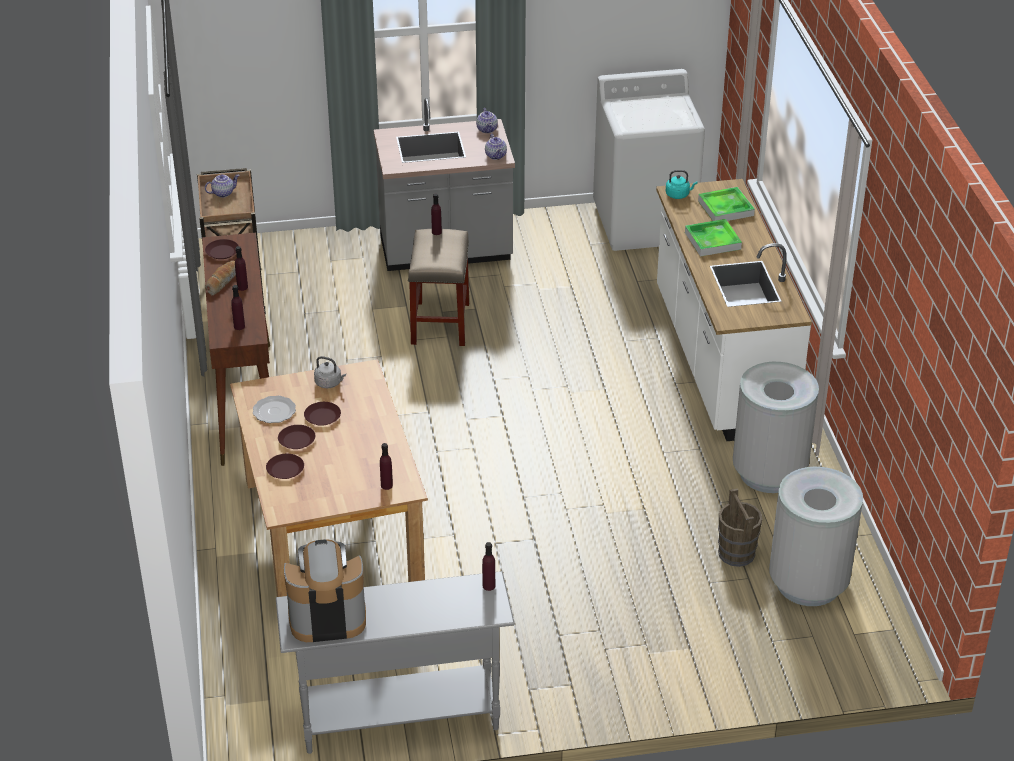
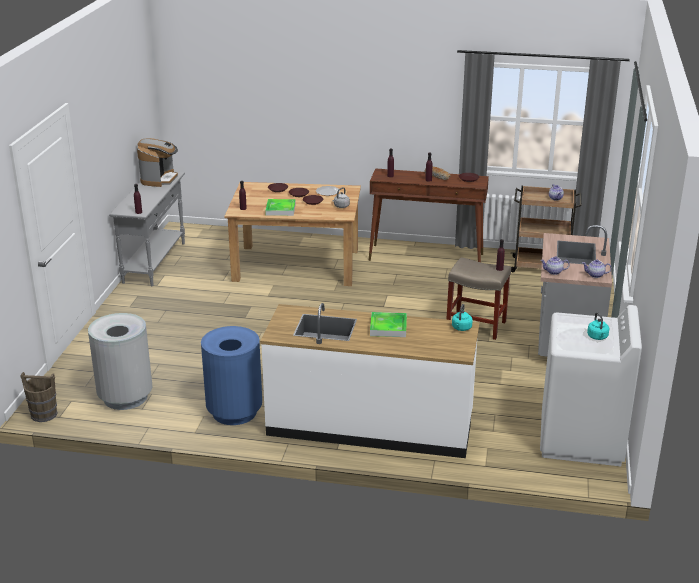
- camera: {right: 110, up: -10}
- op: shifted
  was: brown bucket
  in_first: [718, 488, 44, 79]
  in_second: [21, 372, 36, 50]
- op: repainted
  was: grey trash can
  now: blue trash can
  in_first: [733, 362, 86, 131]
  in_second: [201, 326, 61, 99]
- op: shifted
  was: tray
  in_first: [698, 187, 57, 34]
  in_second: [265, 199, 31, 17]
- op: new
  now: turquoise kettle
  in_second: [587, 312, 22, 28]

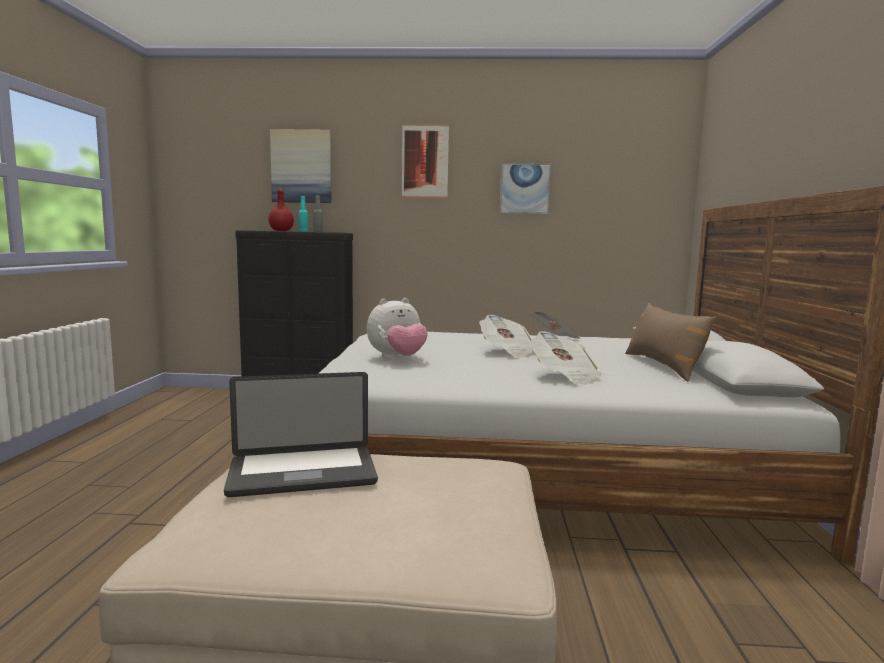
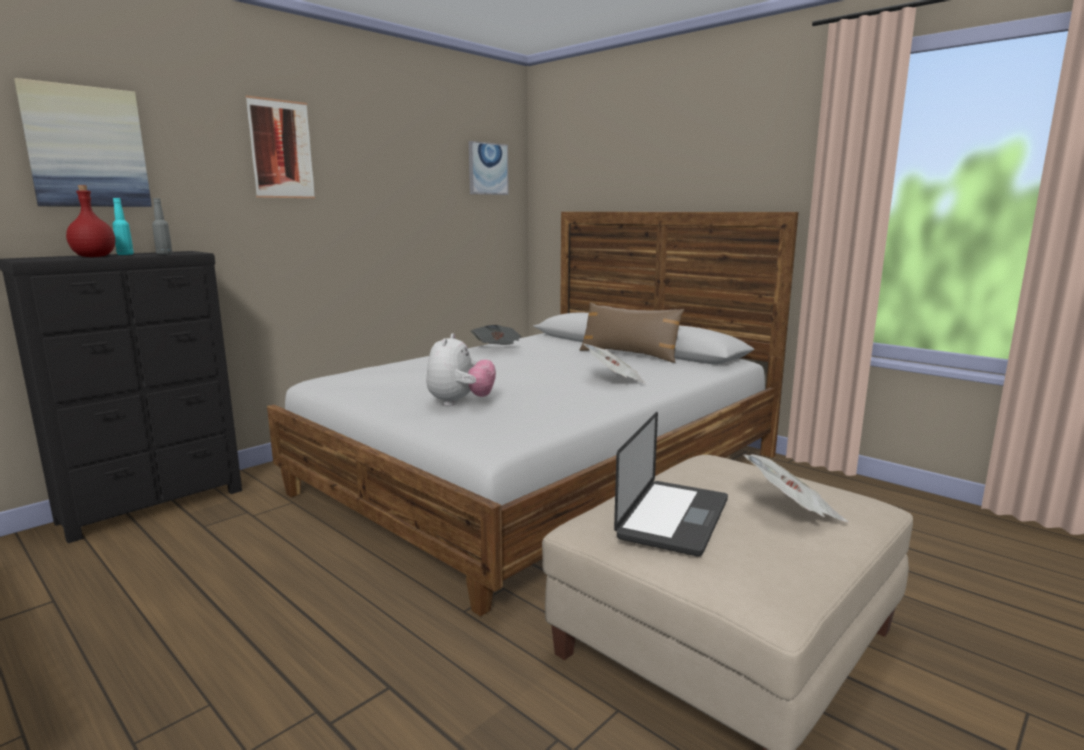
- camera: {right: -50, up: 5}
- op: shifted
  was: picture
  in_first: [500, 163, 51, 51]
  in_second: [469, 141, 40, 54]
- op: shifted
  was: newspaper
  in_first: [479, 315, 55, 43]
  in_second: [743, 454, 106, 69]

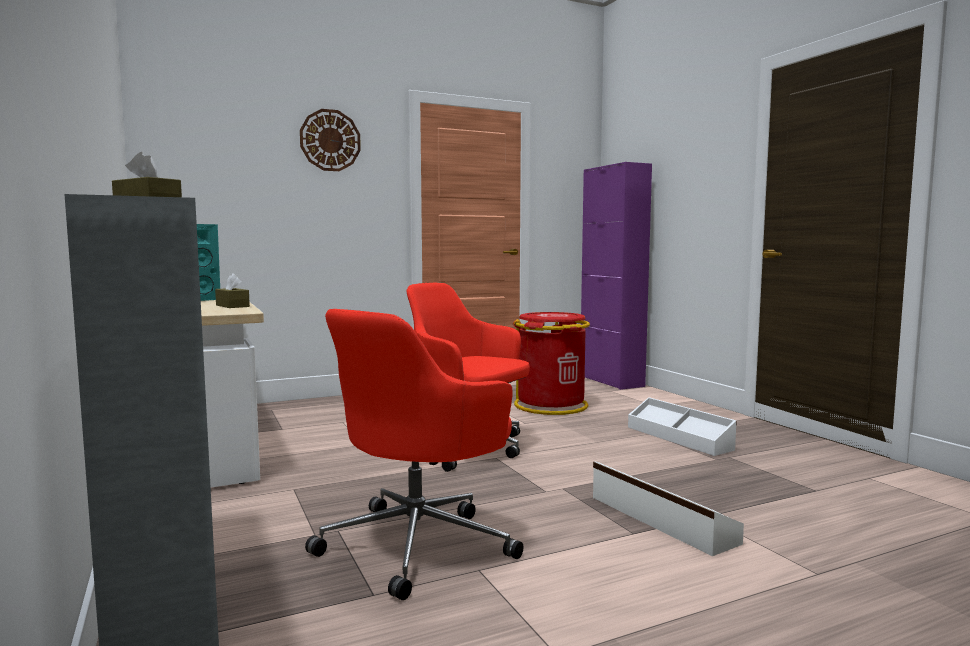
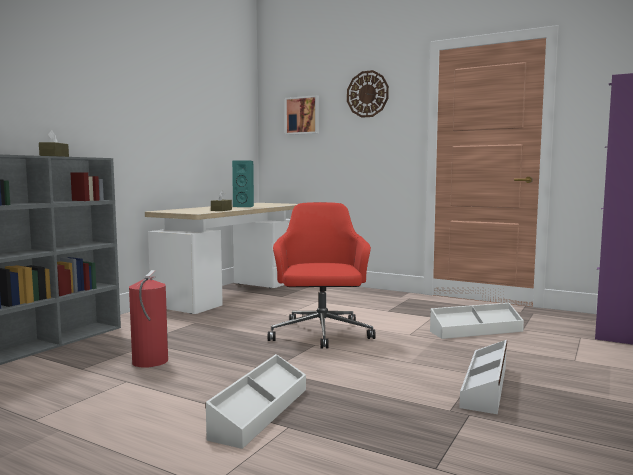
- camera: {right: 55, up: 0}
- op: swapped
  was: red office chair
  now: fire extinguisher
  in_first: [305, 309, 219, 291]
  in_second: [129, 270, 39, 98]
- op: new
  now: picture
  in_second: [285, 95, 34, 40]
- op: swapped
  was: red trash can
  now: white storage box
  in_first: [513, 312, 77, 103]
  in_second: [430, 303, 94, 36]

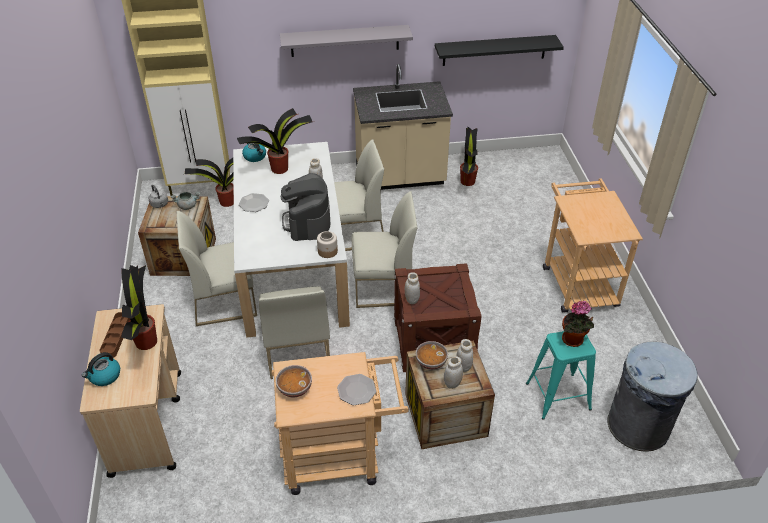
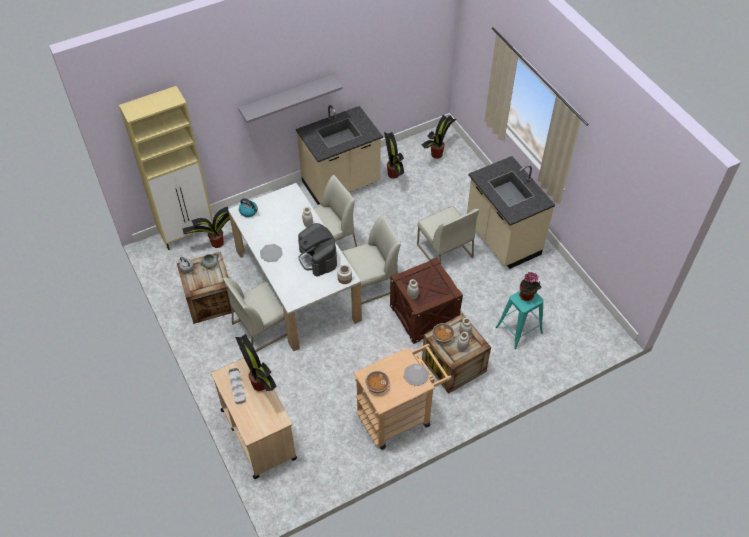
- camera: {right: -20, up: 10}
- op: repainted
  was: brown tray
  now: grey tray
  in_first: [99, 312, 31, 46]
  in_second: [228, 368, 18, 36]
- op: shifted
  was: white chair
  in_first: [259, 286, 71, 93]
  in_second: [417, 206, 62, 56]
- op: shifted
  was: potted plant
  in_first: [237, 108, 78, 66]
  in_second: [422, 114, 34, 45]
- op: swapped
  was: beige cart
  now: beige counter
  in_first: [543, 178, 100, 134]
  in_second: [467, 156, 88, 113]
- op: gone
  was: kettle
  in_first: [82, 352, 38, 34]
- op: gone
  was: black shelf
  in_first: [435, 35, 129, 31]
- op: gone
  was: grey trash can
  in_first: [607, 342, 91, 109]

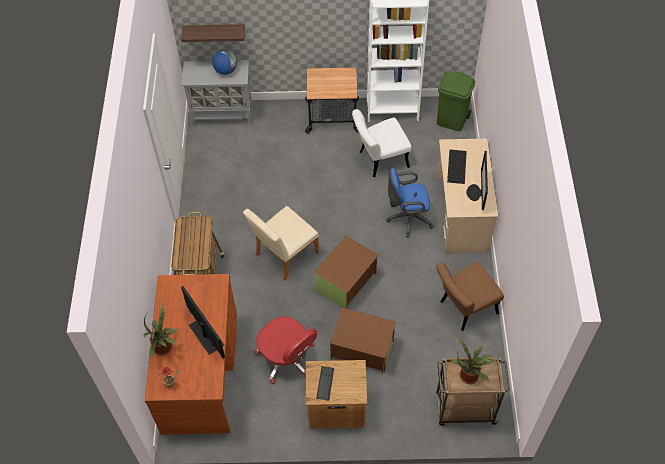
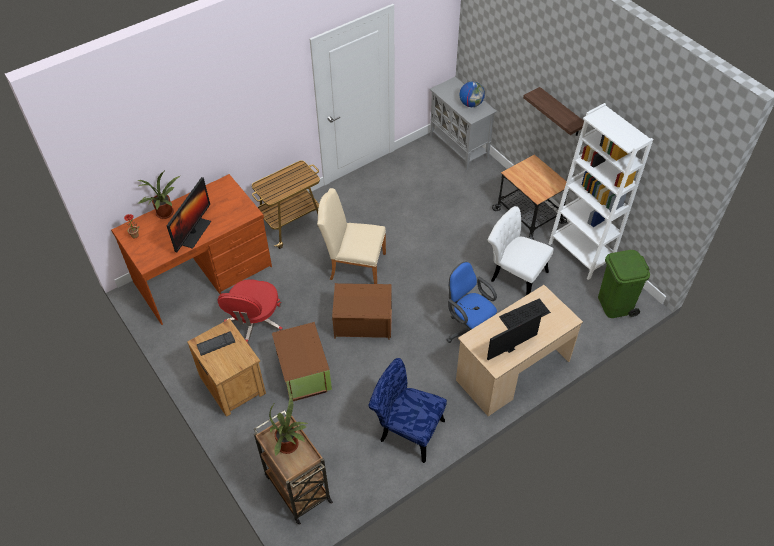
- camera: {right: 55, up: -5}
- op: repainted
  was: brown chair
  now: blue chair
  in_first: [436, 262, 68, 69]
  in_second: [369, 358, 78, 105]
- op: shifted
  was: shelf
  in_first: [181, 24, 64, 18]
  in_second: [523, 87, 61, 49]

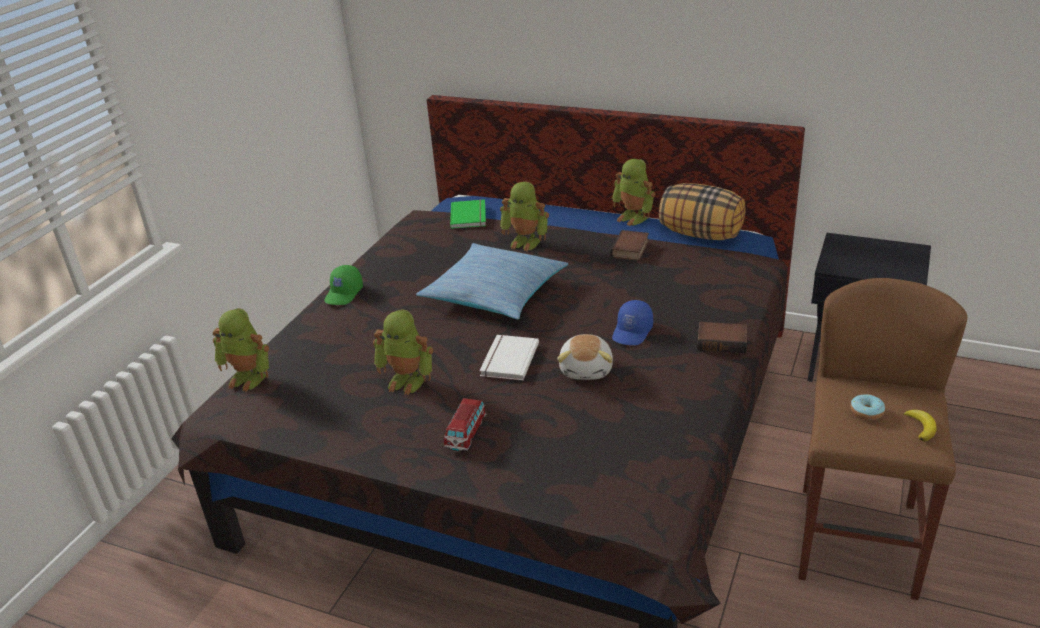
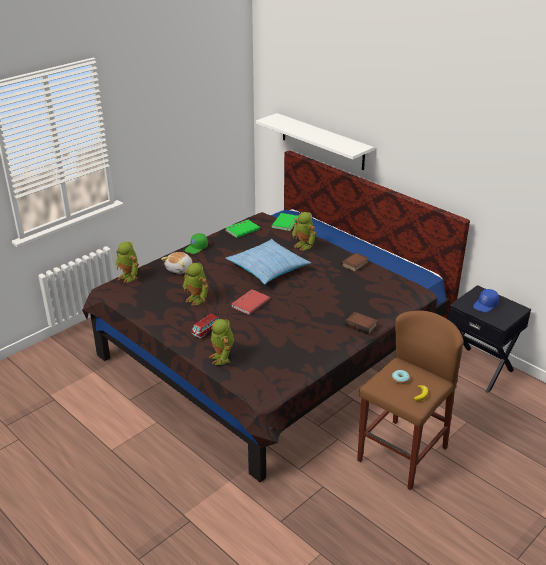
- camera: {right: 20, up: 0}
- op: shifted
  was: plush toy
  in_first: [557, 334, 56, 46]
  in_second: [161, 252, 31, 22]
- op: shifted
  was: toy robot
  in_first: [612, 159, 44, 67]
  in_second: [209, 319, 25, 46]
- op: new
  now: green book
  in_second: [225, 220, 35, 18]
- op: repainted
  was: white book
  now: red book
  in_first: [479, 335, 60, 46]
  in_second: [231, 289, 39, 26]
- op: new
  now: white shelf
  in_second: [256, 113, 118, 57]
- op: shifted
  was: blue cap
  in_first: [612, 300, 41, 45]
  in_second: [473, 289, 26, 23]
- op: gone
  was: pillow
  in_first: [659, 183, 86, 57]

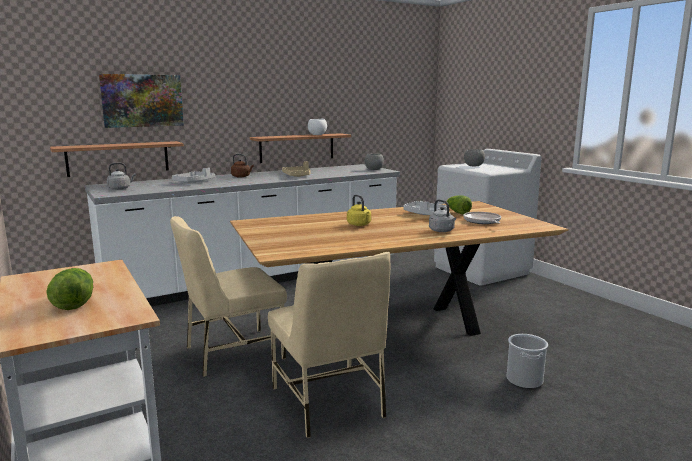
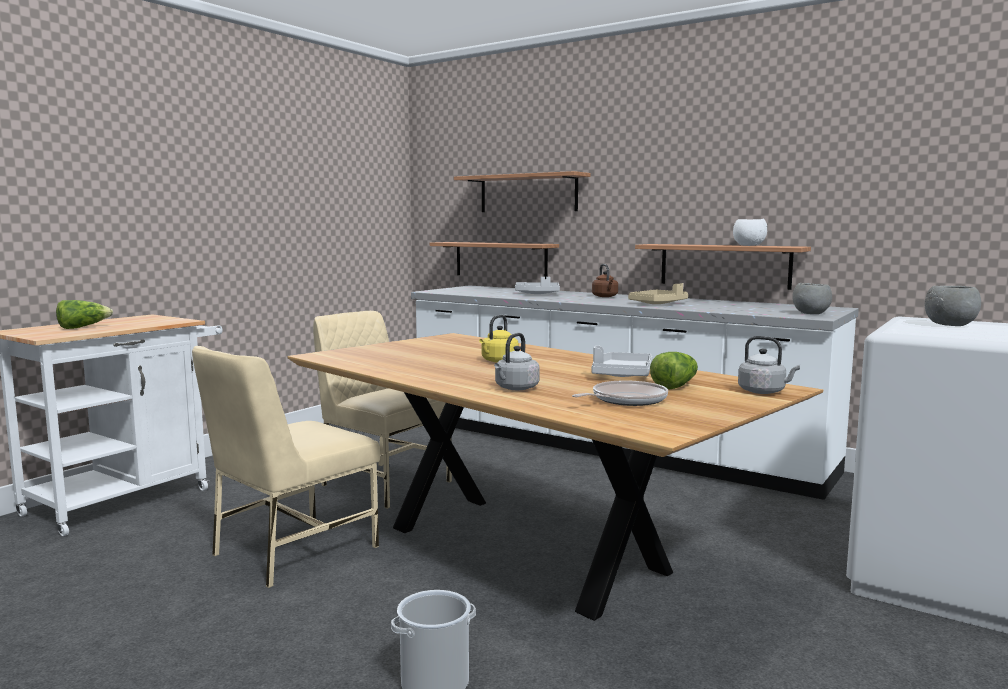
- camera: {right: 65, up: -5}
- op: swapped
  was: picture
  now: shelf
  in_first: [99, 74, 85, 54]
  in_second: [454, 171, 137, 41]
- op: shifted
  was: grey kettle
  in_first: [107, 163, 29, 27]
  in_second: [738, 336, 62, 58]

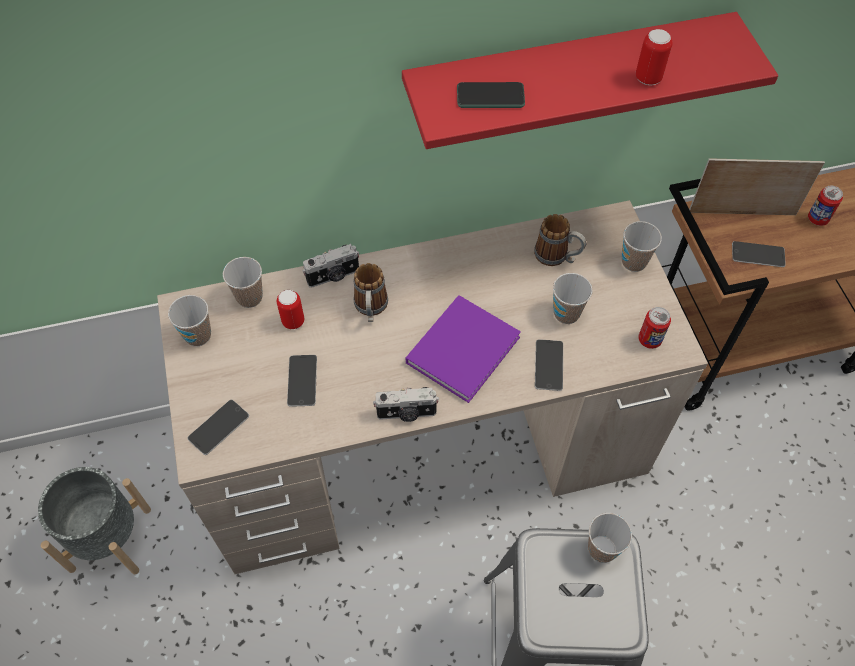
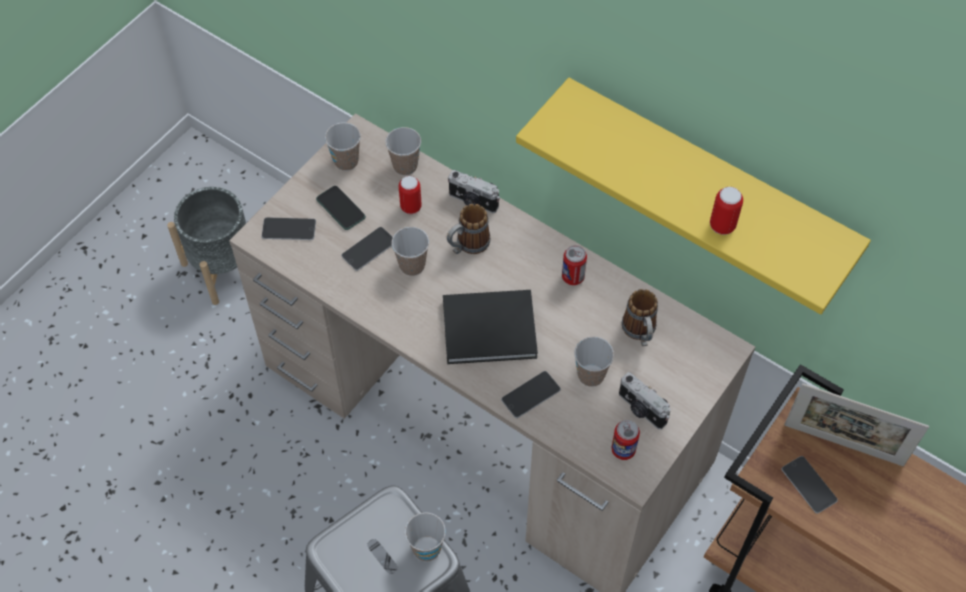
- camera: {right: 50, up: 0}
- op: shifted
  was: phone
  in_first: [457, 82, 68, 26]
  in_second: [316, 186, 50, 44]
- op: shifted
  was: cup
  in_first: [622, 221, 40, 51]
  in_second: [392, 227, 37, 49]
- op: repainted
  was: purple book
  now: black book
  in_first: [406, 295, 115, 108]
  in_second: [443, 290, 95, 74]
- op: repainted
  was: red shelf
  now: yellow shelf
  in_first: [402, 12, 376, 137]
  in_second: [516, 78, 355, 236]
- op: shifted
  was: can
  in_first: [808, 185, 35, 41]
  in_second: [562, 245, 25, 40]
- op: shifted
  was: photo camera
  in_first: [373, 387, 66, 35]
  in_second: [619, 372, 52, 57]
- op: rotated
  was: picture frame
  in_first: [689, 158, 136, 57]
  in_second: [784, 383, 145, 83]
  clockwise: 150

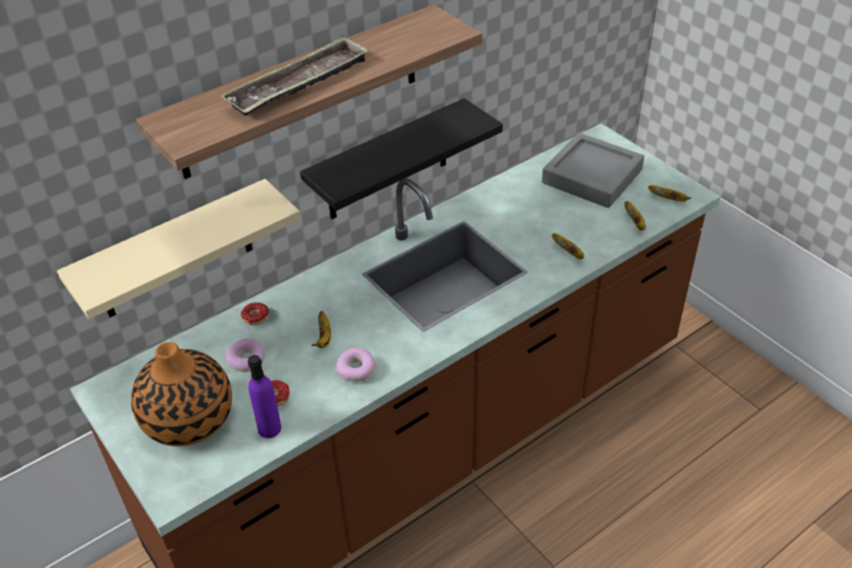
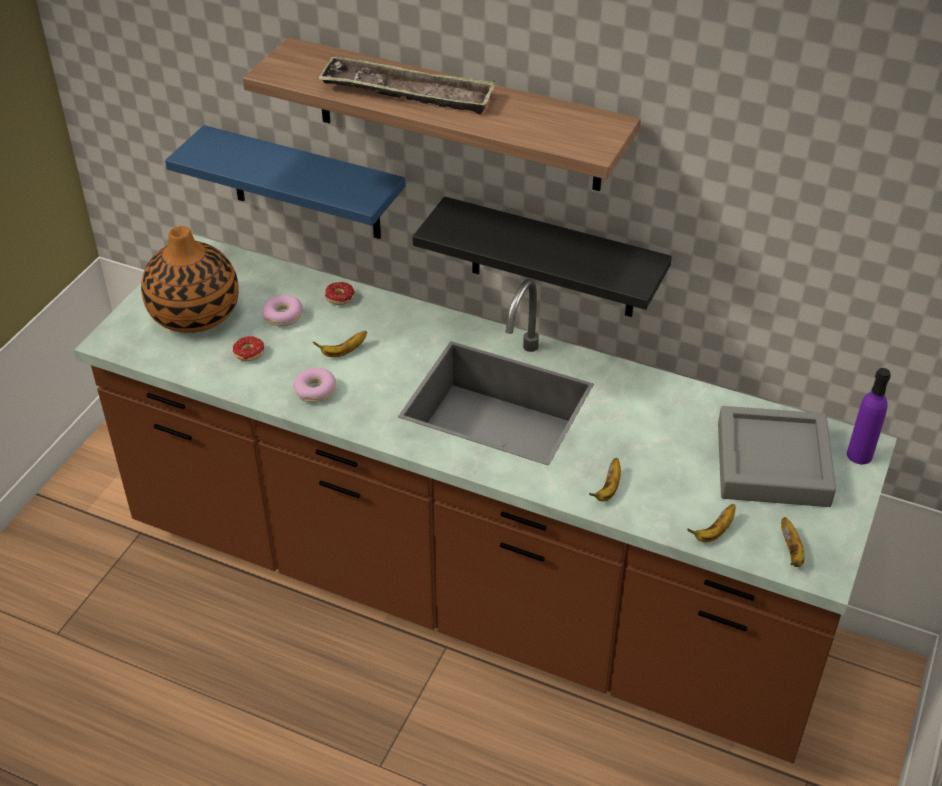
- camera: {right: 60, up: 0}
- op: repainted
  was: beige shelf
  now: blue shelf
  in_first: [57, 179, 244, 140]
  in_second: [165, 125, 240, 114]
- op: shifted
  was: purple bottle
  in_first: [248, 355, 33, 83]
  in_second: [847, 368, 44, 96]

